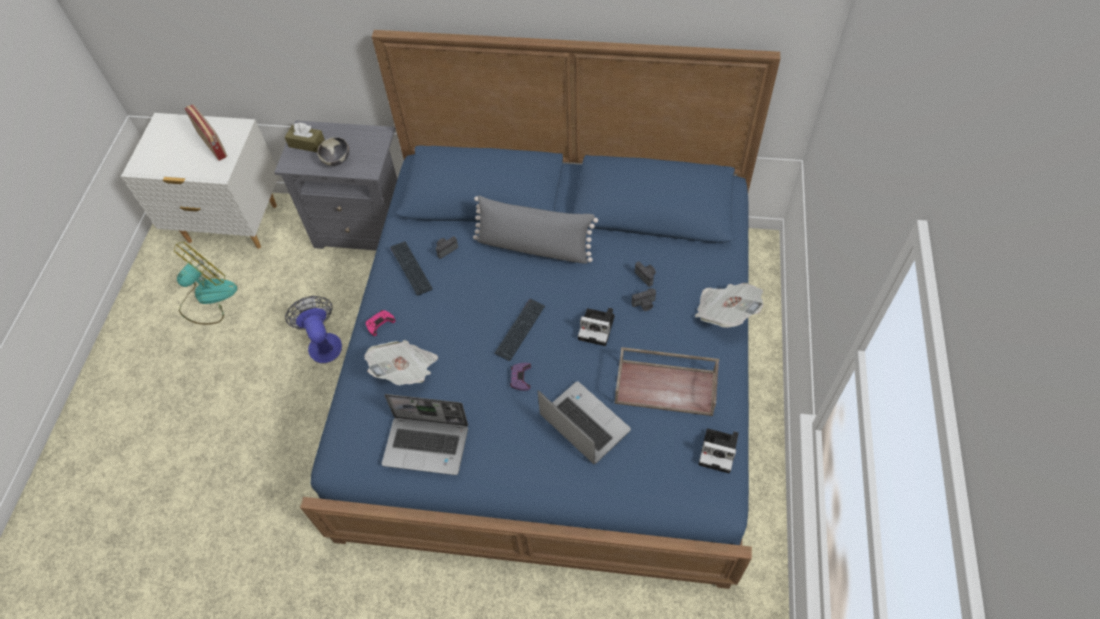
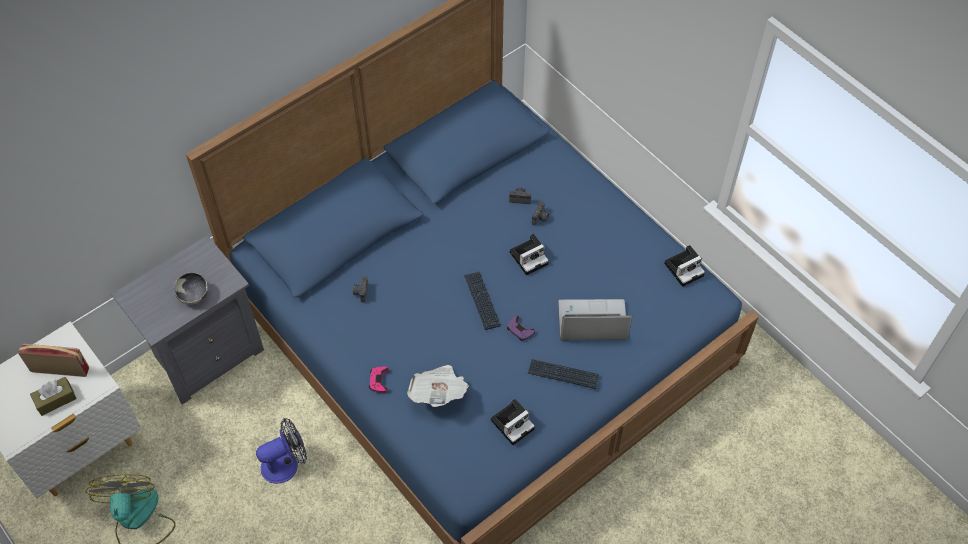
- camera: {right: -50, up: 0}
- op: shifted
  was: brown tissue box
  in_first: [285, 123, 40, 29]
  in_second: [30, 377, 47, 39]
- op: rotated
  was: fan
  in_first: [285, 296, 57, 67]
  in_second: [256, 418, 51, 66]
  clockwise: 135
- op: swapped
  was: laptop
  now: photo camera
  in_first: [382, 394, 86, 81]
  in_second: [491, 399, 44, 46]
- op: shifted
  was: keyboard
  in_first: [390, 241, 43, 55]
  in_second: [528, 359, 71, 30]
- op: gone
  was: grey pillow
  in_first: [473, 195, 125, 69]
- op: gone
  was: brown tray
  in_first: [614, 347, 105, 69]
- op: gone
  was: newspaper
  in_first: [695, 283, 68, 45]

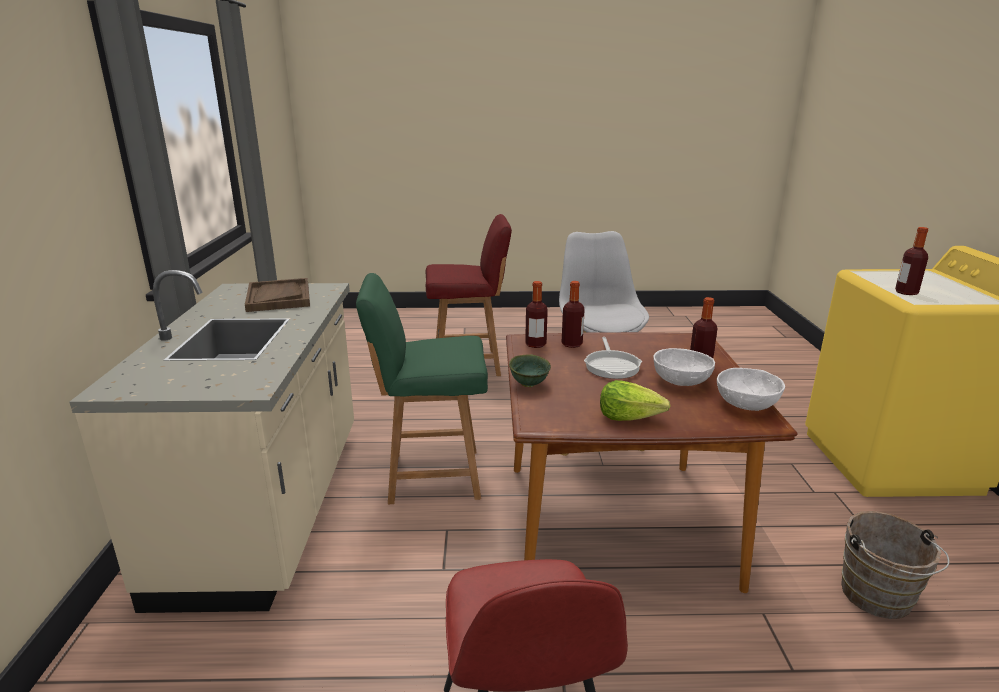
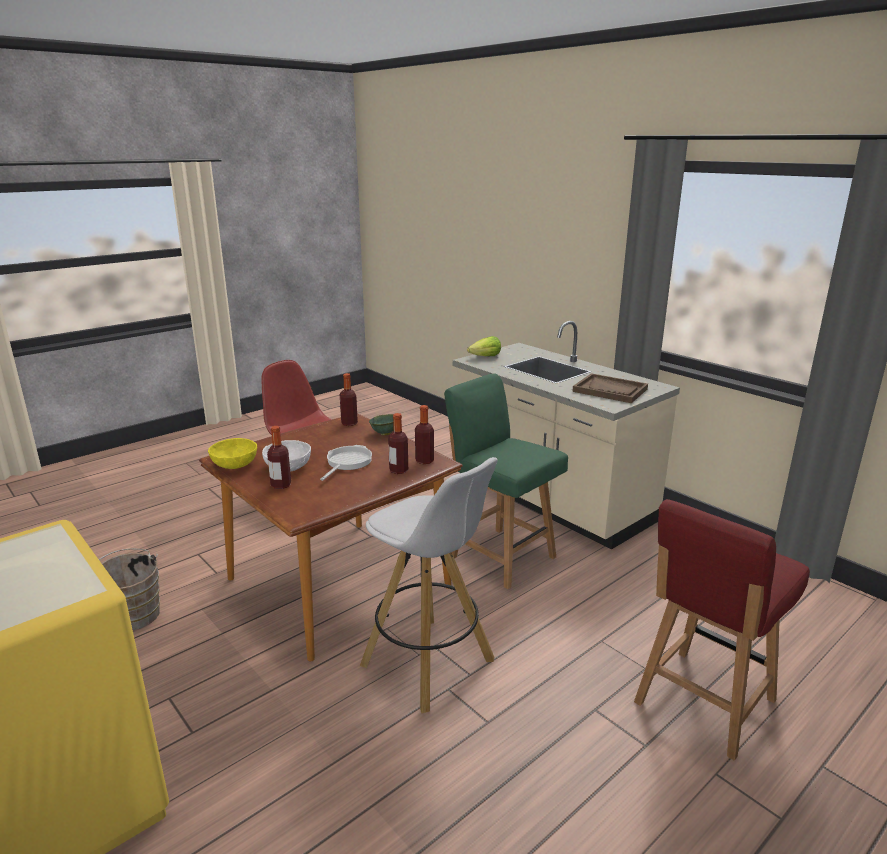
- camera: {right: 140, up: 0}
- op: repainted
  was: white bowl
  now: yellow bowl
  in_first: [717, 368, 68, 43]
  in_second: [208, 438, 49, 31]
- op: rotated
  was: frying pan
  in_first: [584, 337, 58, 42]
  in_second: [320, 445, 52, 36]
  clockwise: 60
- op: shifted
  was: bottle
  in_first: [895, 227, 33, 68]
  in_second: [340, 373, 18, 53]
- op: rotated
  was: green chair
  in_first: [356, 273, 132, 231]
  in_second: [444, 373, 124, 216]
  clockwise: -90
- op: shifted
  was: lettuce
  in_first: [600, 380, 70, 41]
  in_second: [467, 336, 34, 20]

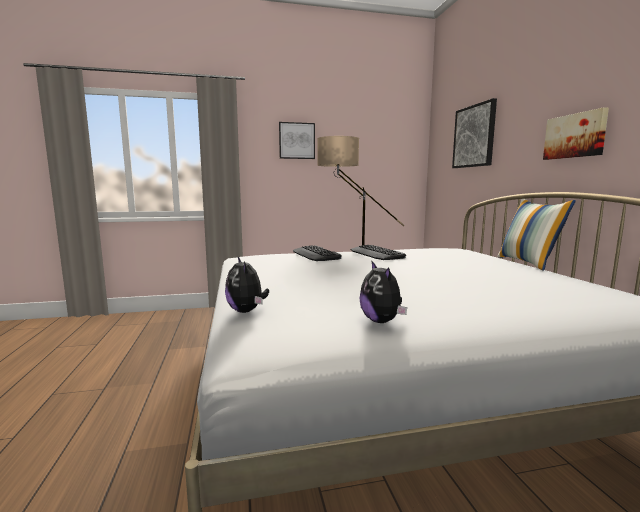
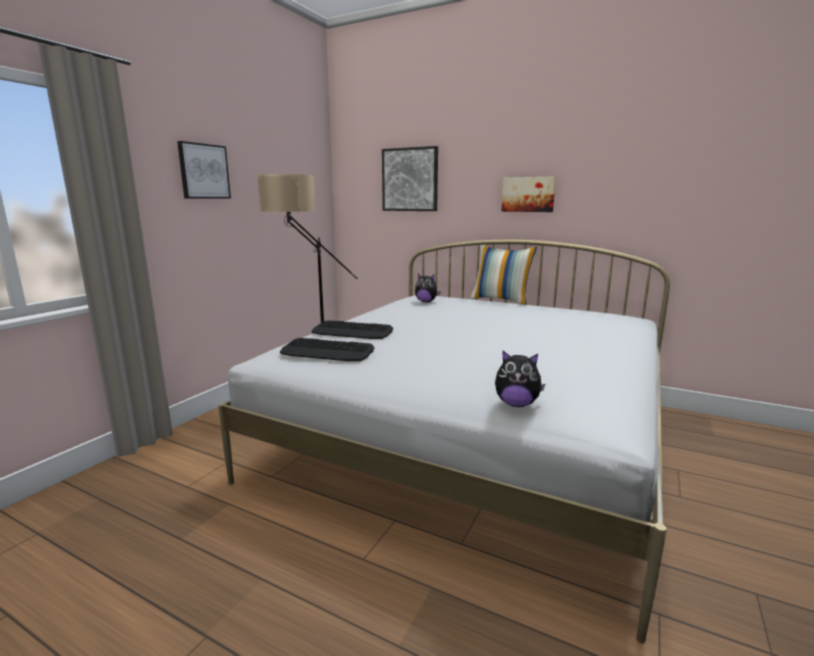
- camera: {right: -50, up: 5}
- op: shifted
  was: keyboard
  in_first: [350, 245, 56, 15]
  in_second: [280, 338, 94, 23]
- op: shifted
  was: plush toy
  in_first: [359, 260, 48, 63]
  in_second: [415, 274, 26, 28]

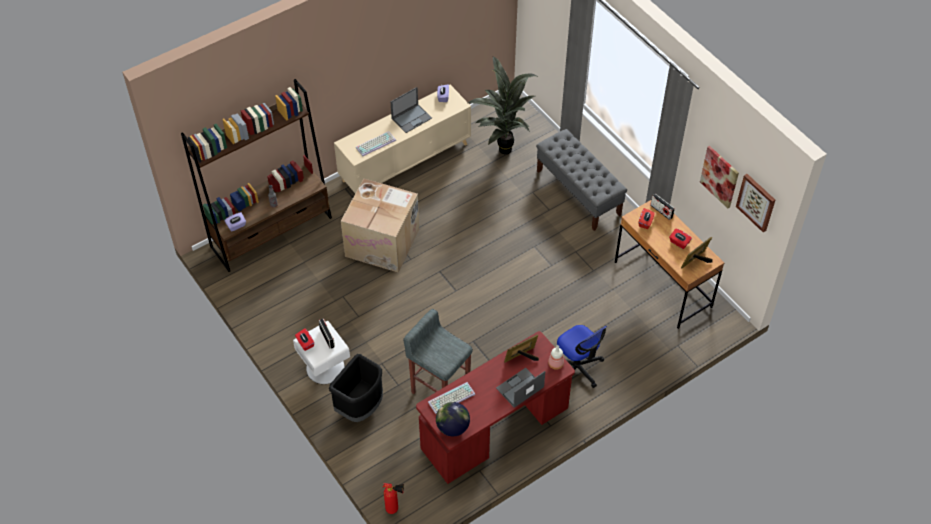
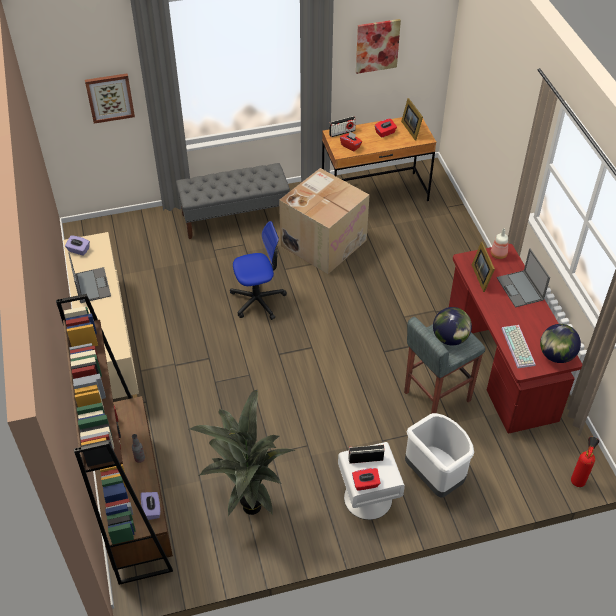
- camera: {right: -70, up: -5}
- op: shifted
  was: picture
  in_first: [736, 174, 39, 58]
  in_second: [85, 74, 50, 50]
- op: shifted
  was: potted plant
  in_first: [468, 56, 68, 98]
  in_second: [189, 390, 106, 126]
- op: shifted
  was: office chair
  in_first: [557, 325, 50, 63]
  in_second: [230, 221, 57, 99]
- op: shifted
  was: cardboard box
  in_first: [341, 179, 78, 93]
  in_second: [279, 168, 91, 106]
- op: repainted
  was: black trash can
  now: white trash can
  in_first: [329, 354, 54, 68]
  in_second: [405, 413, 69, 84]
- op: new
  now: globe
  in_second: [433, 307, 39, 38]
- op: gone
  was: keyboard
  in_first: [356, 131, 40, 25]

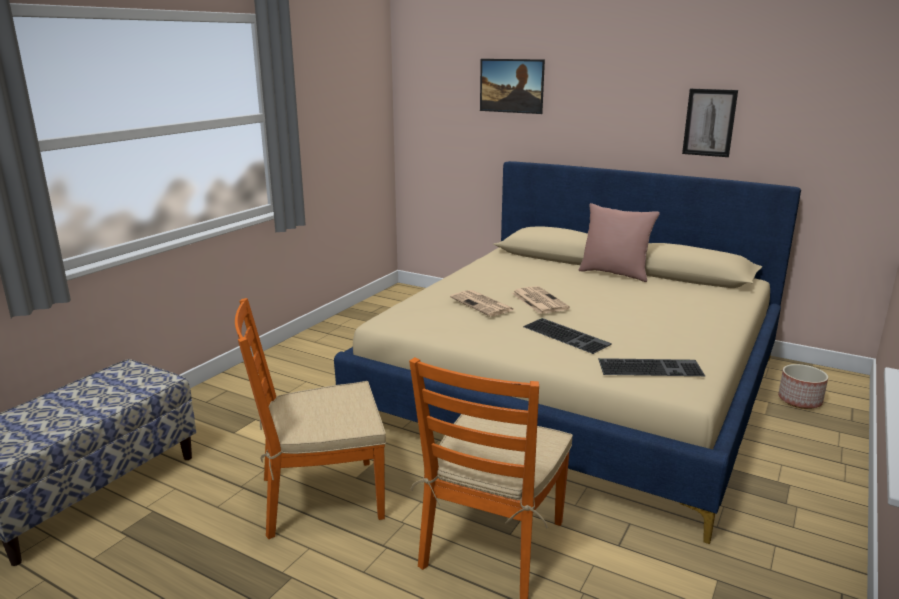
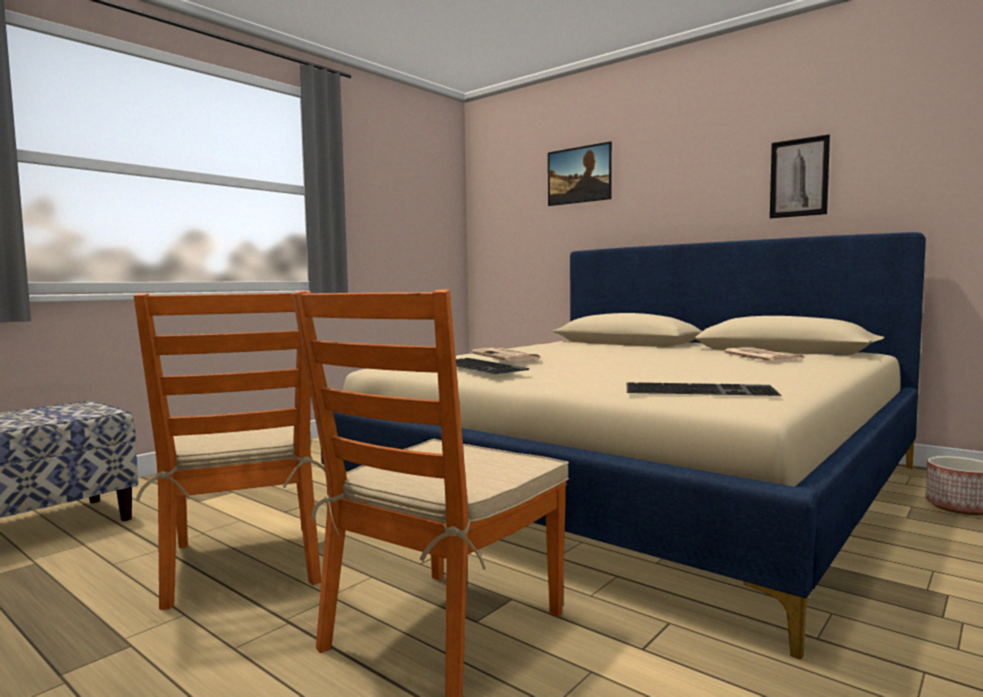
- camera: {right: 10, up: -15}
- op: rotated
  was: orange chair
  in_first: [235, 298, 151, 241]
  in_second: [134, 291, 191, 319]
  clockwise: -105
- op: shifted
  was: keyboard
  in_first: [523, 318, 89, 36]
  in_second: [456, 358, 73, 16]
- op: shifted
  was: newspaper
  in_first: [512, 286, 58, 28]
  in_second: [721, 347, 83, 15]
- op: gone
  was: pink pillow
  in_first: [579, 203, 81, 79]

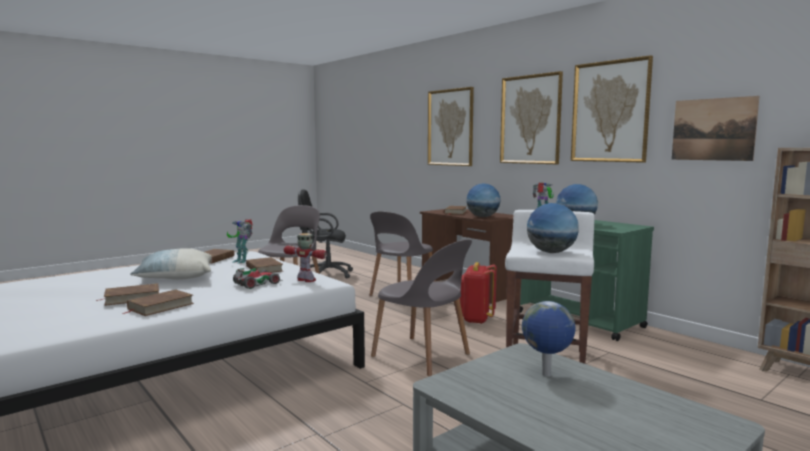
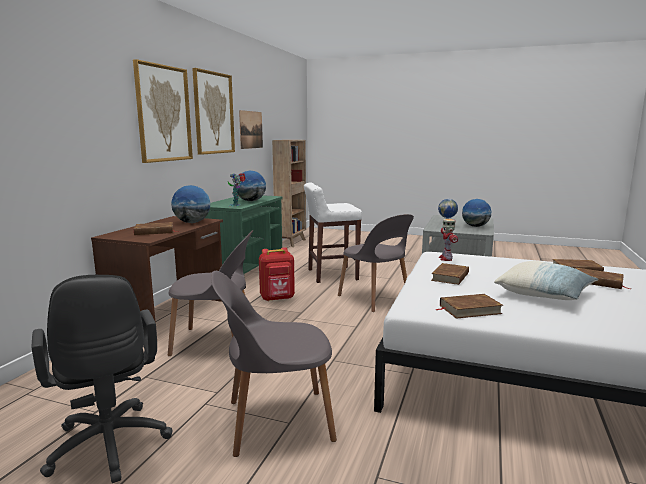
- camera: {right: -120, up: 5}
- op: rotated
  was: grey chair
  in_first: [371, 239, 101, 137]
  in_second: [338, 214, 76, 98]
  clockwise: 135
- op: shifted
  was: globe
  in_first: [527, 203, 52, 50]
  in_second: [462, 199, 29, 28]
- op: gone
  was: toy robot
  in_first: [227, 219, 26, 45]
- op: gone
  was: toy car
  in_first: [233, 268, 50, 21]
- op: gone
  was: picture
  in_first: [428, 87, 46, 79]

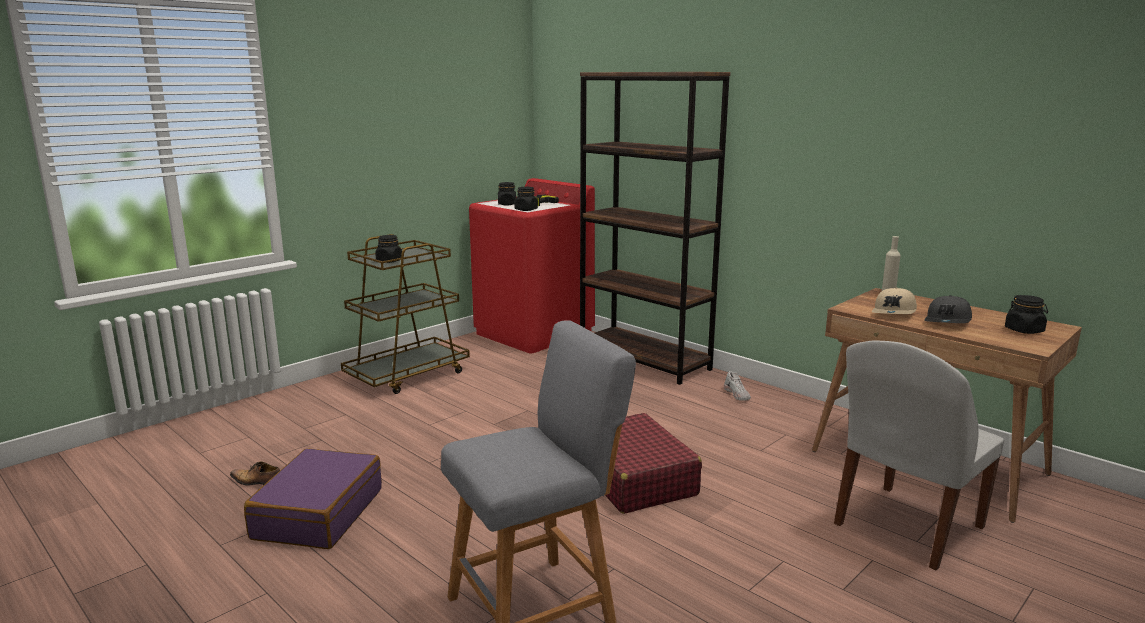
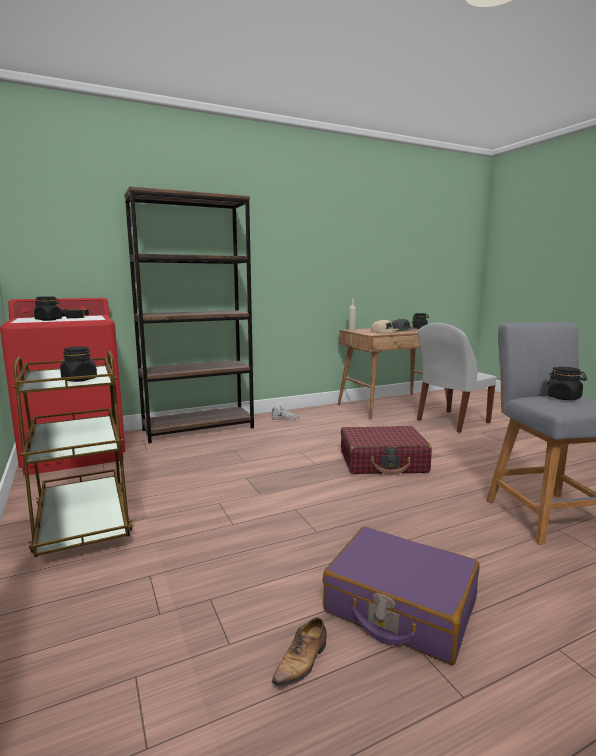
- camera: {right: -70, up: -5}
- op: rotated
  was: white chair
  in_first: [834, 341, 170, 229]
  in_second: [417, 323, 80, 110]
  clockwise: 75
- op: shifted
  was: black jar
  in_first: [515, 187, 23, 24]
  in_second: [547, 367, 40, 33]

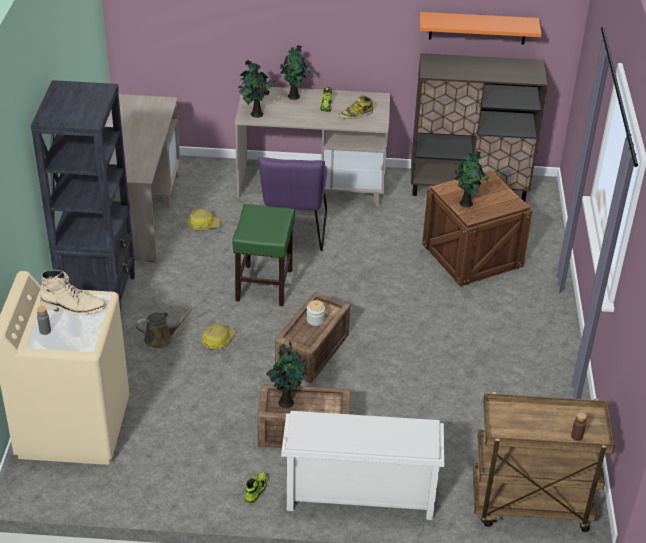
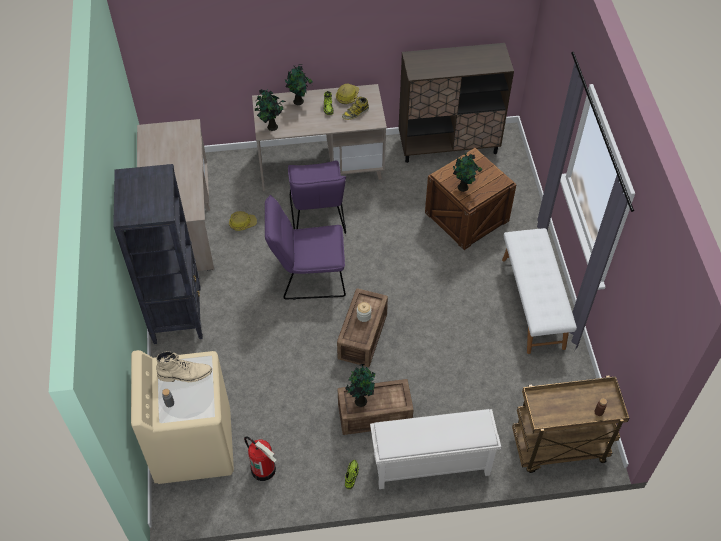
- camera: {right: -10, up: 15}
- op: new
  now: fire extinguisher
  in_second: [244, 436, 33, 45]
- op: swapped
  was: green stool
  now: purple chair
  in_first: [232, 204, 63, 102]
  in_second: [265, 195, 81, 105]
- op: shifted
  was: hard hat
  in_first: [201, 323, 34, 27]
  in_second: [336, 84, 23, 20]
- op: new
  now: white bench
  in_second: [502, 228, 75, 126]
- op: gone
  was: brown watering can
  in_first: [136, 305, 60, 44]
- op: gone
  was: orange shelf
  in_first: [420, 12, 121, 32]

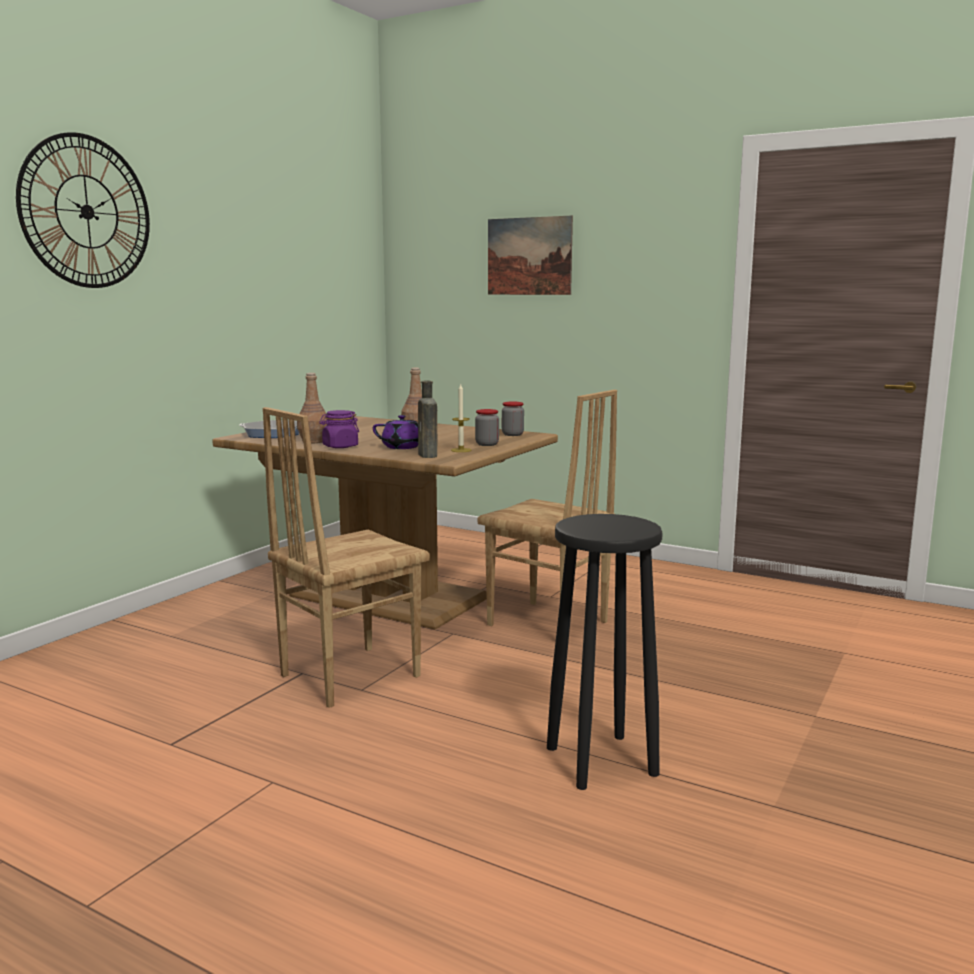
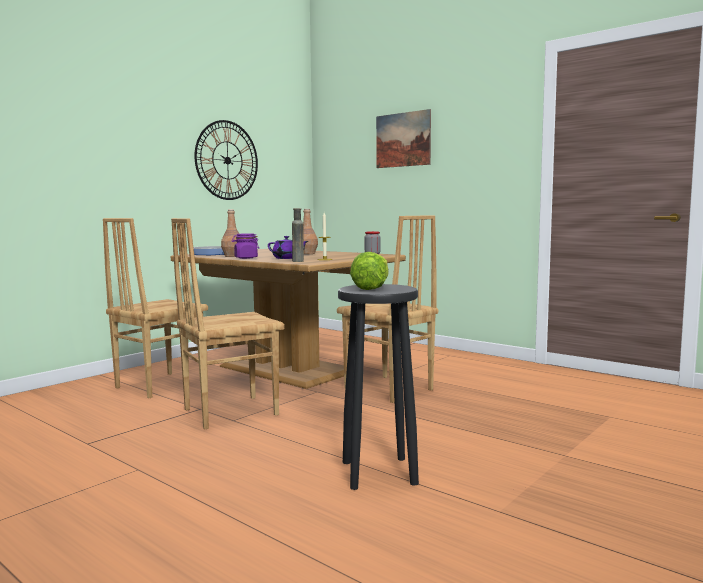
- camera: {right: 10, up: -5}
- op: new
  now: brown chair
  in_second: [103, 218, 105, 180]
- op: shifted
  was: wall clock
  in_first: [16, 132, 134, 156]
  in_second: [195, 120, 63, 80]
- op: new
  now: lettuce
  in_second: [350, 252, 38, 38]
- op: gone
  was: jar
  in_first: [475, 409, 24, 37]

